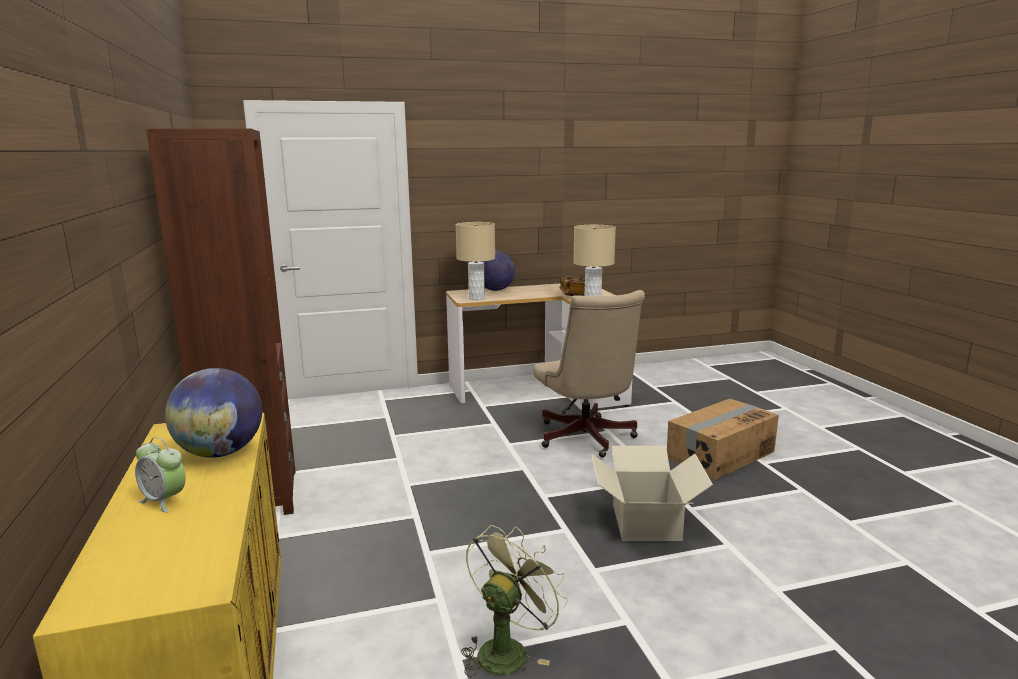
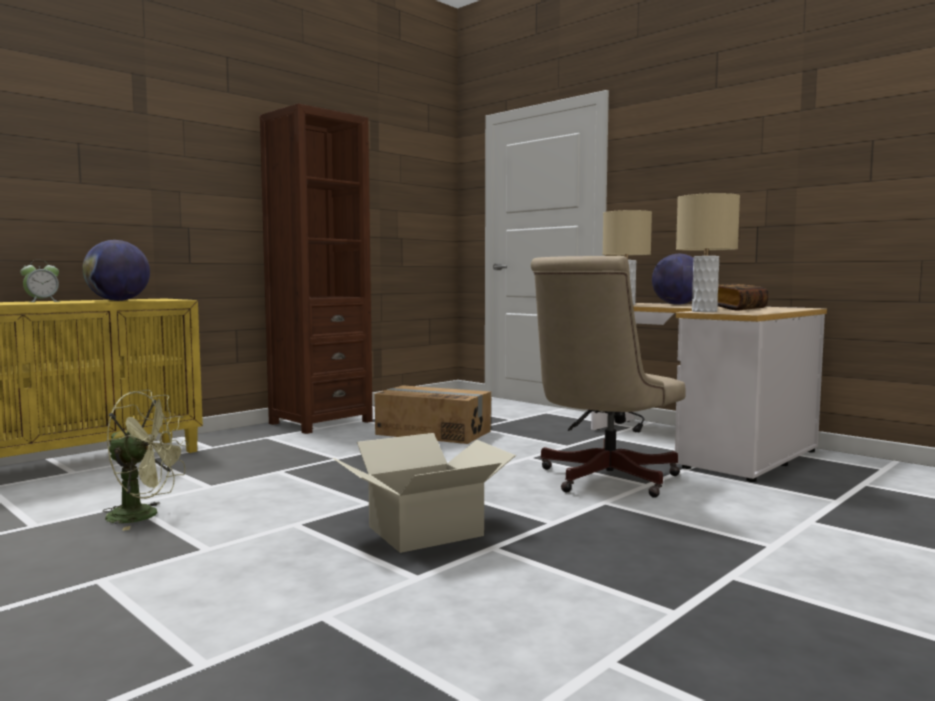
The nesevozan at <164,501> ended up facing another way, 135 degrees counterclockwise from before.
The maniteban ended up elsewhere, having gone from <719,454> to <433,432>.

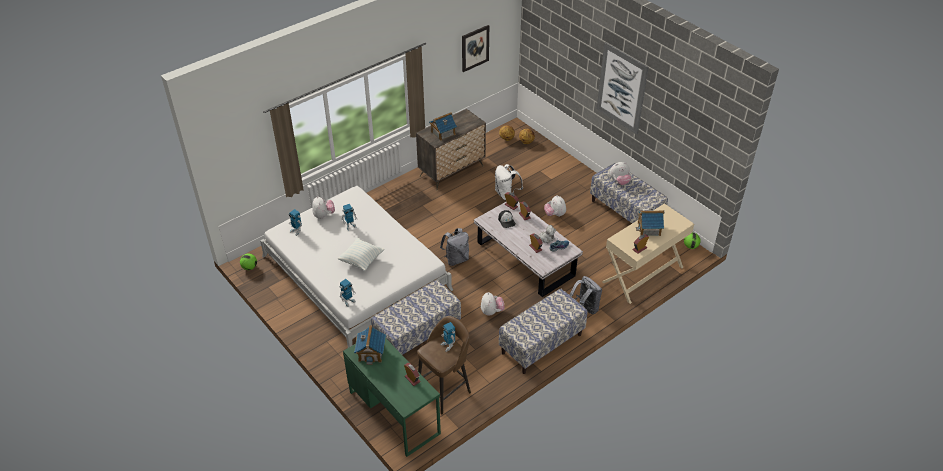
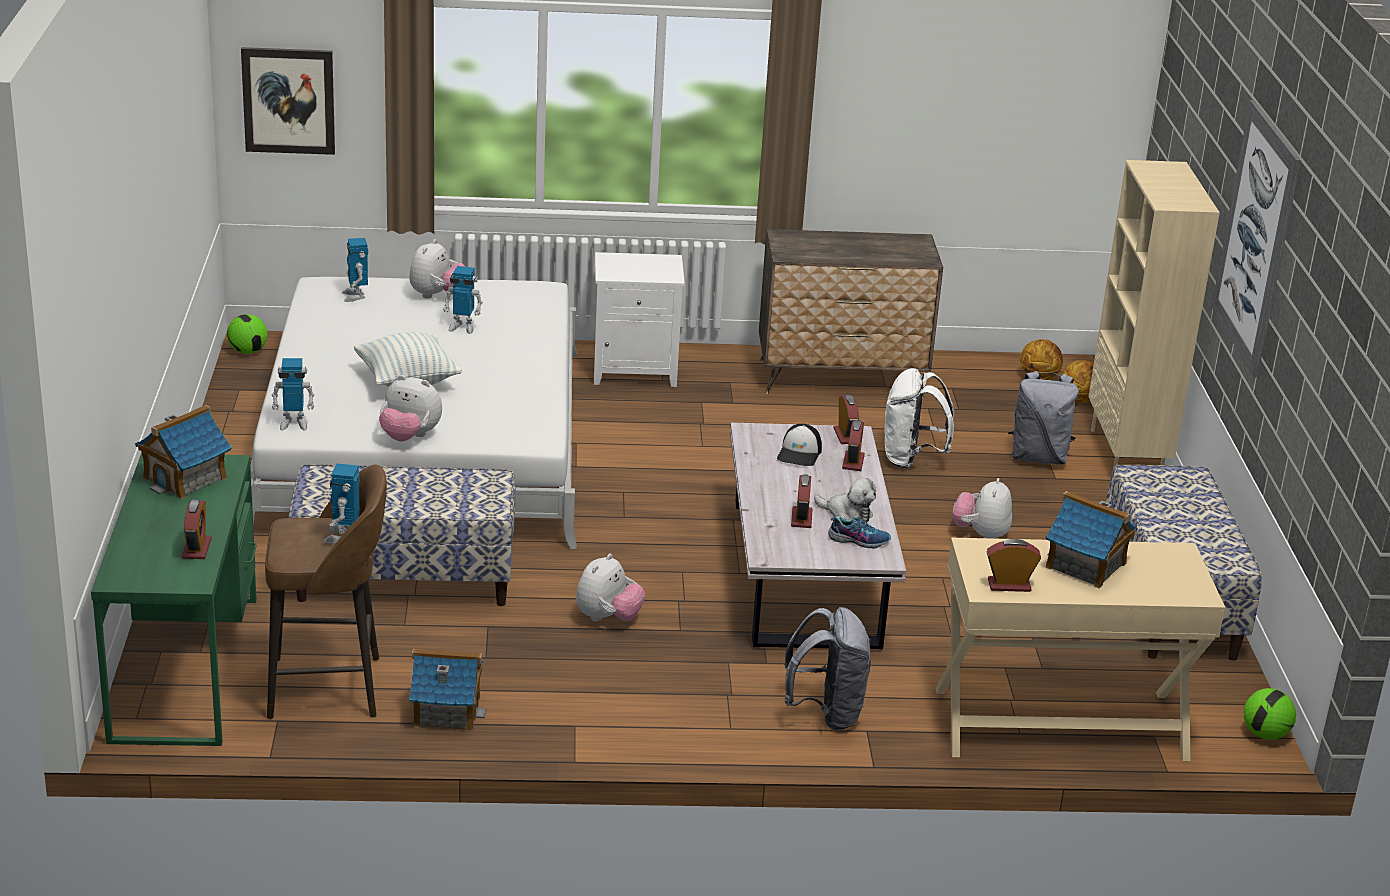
The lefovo ended up elsewhere, having gone from <443,133> to <446,711>.
The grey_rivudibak ended up elsewhere, having gone from <456,259> to <1038,457>.
The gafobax ended up elsewhere, having gone from <475,48> to <288,100>.
The second view lost the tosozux at <541,344>.
The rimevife ended up elsewhere, having gone from <619,181> to <409,437>.
The second view gained the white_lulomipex at <636,370>.
The second view gained the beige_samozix at <1127,455>.

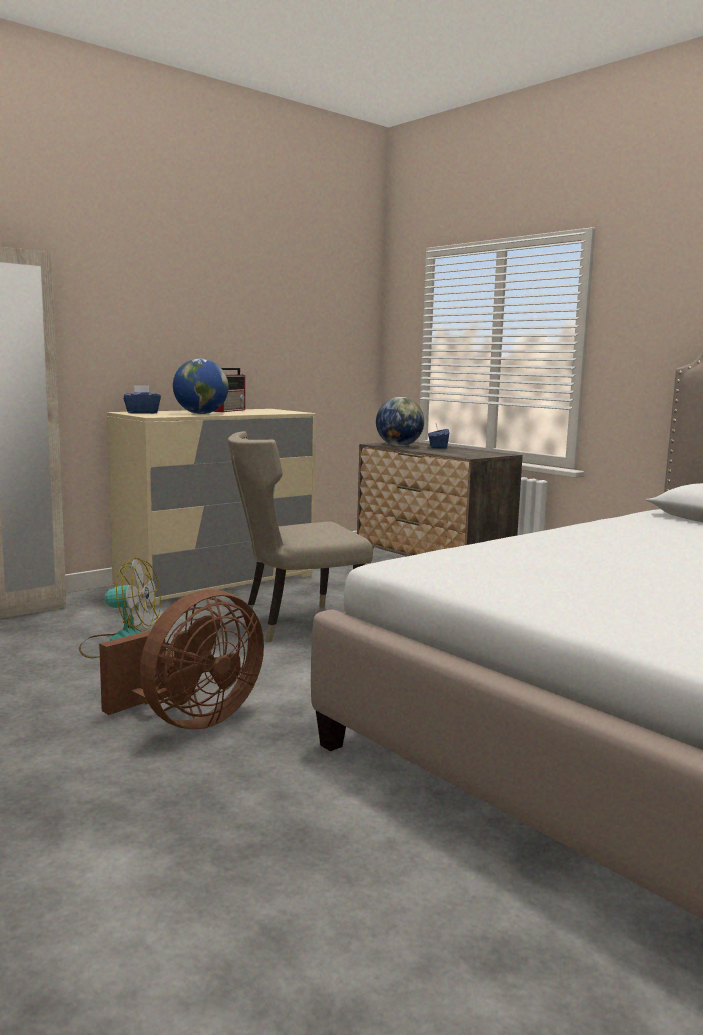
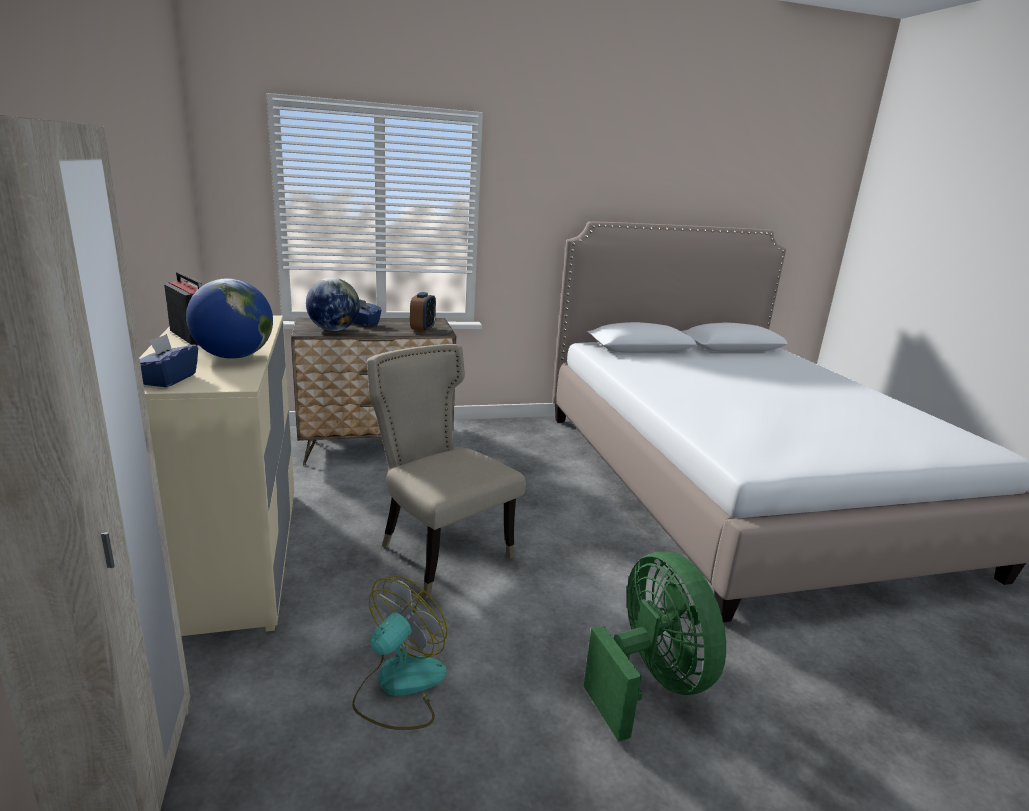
What was the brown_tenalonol at <190,720> turned into the green_tenalonol at <649,682>.
The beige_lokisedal at <295,625> ended up facing another way, 135 degrees clockwise from before.
The second view gained the nesevozan at <423,329>.

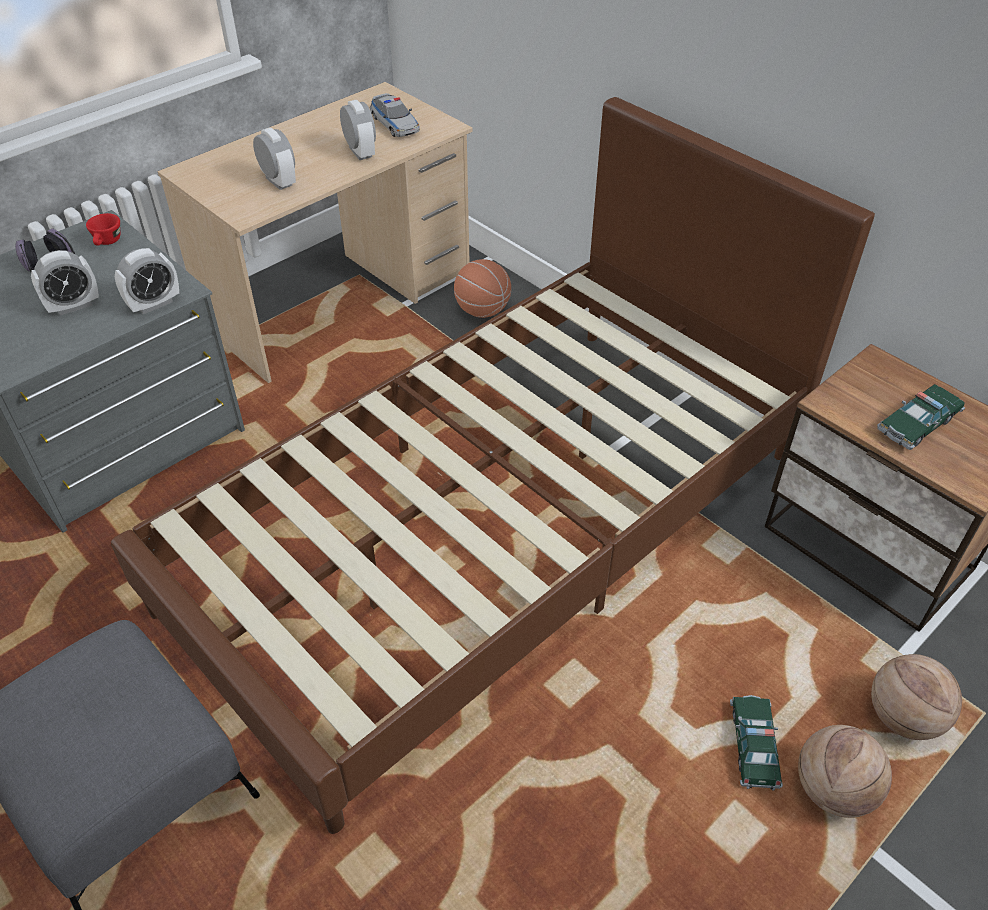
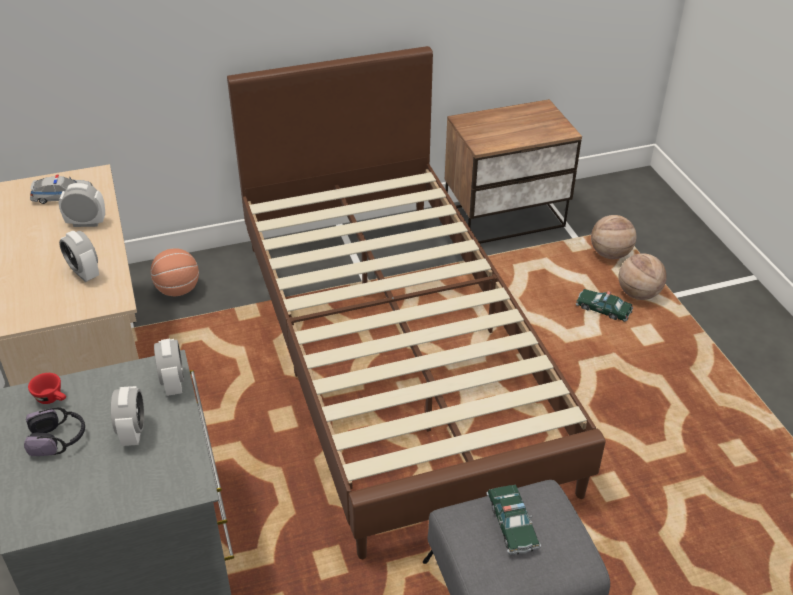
The nesevozan at <279,181> ended up facing another way, 120 degrees counterclockwise from before.
The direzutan ended up elsewhere, having gone from <918,424> to <512,524>.

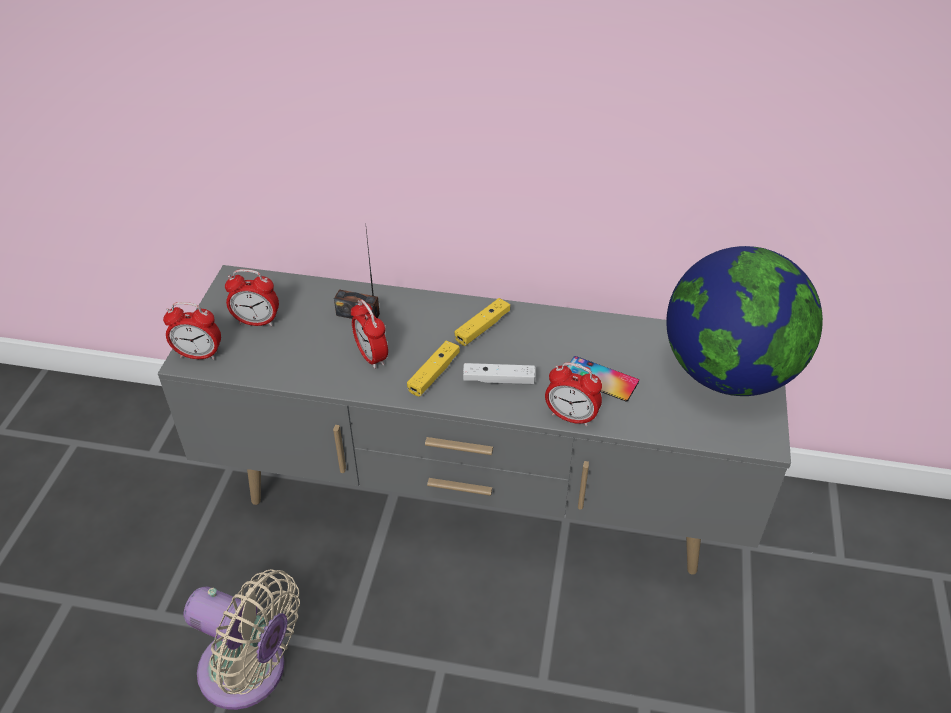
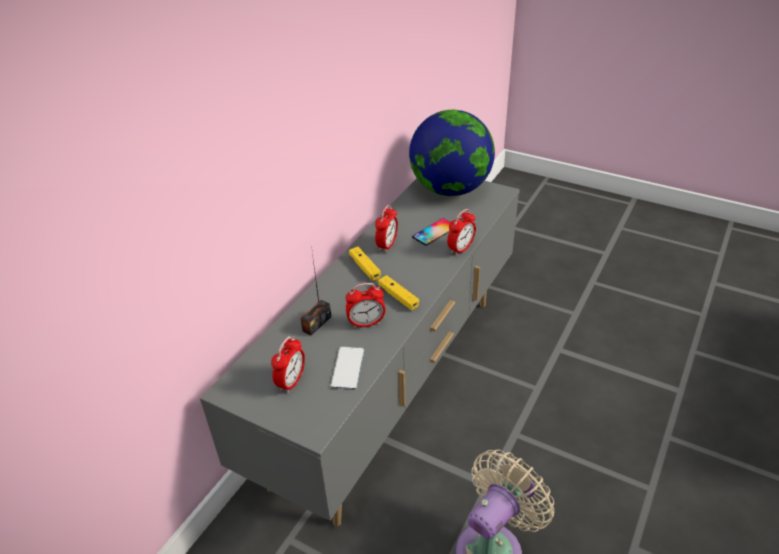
The nesevozan ended up elsewhere, having gone from <199,355> to <387,245>.
The second view lost the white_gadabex at <498,380>.
The second view gained the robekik at <347,368>.

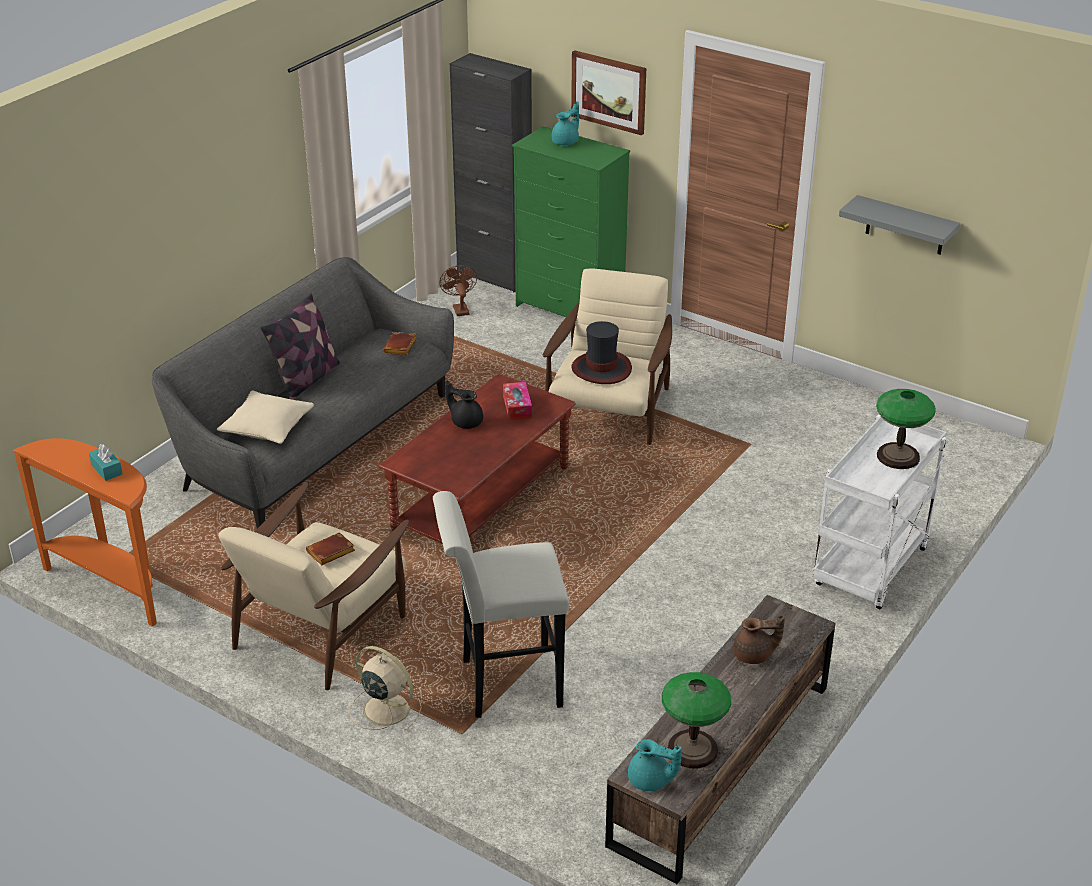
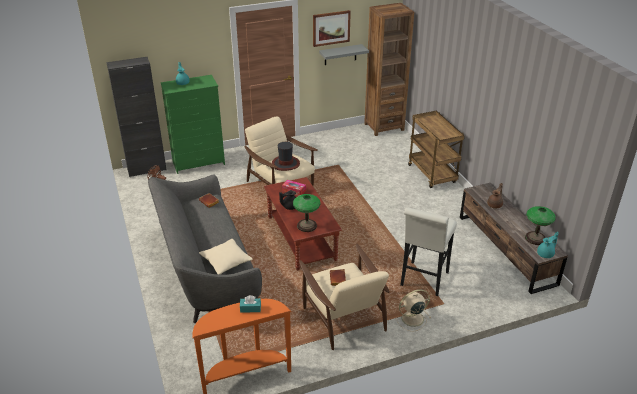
The second view lost the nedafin at <306,379>.
The gafobax ended up elsewhere, having gone from <609,92> to <331,28>.
What was the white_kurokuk at <870,570> turned into the brown_kurokuk at <432,174>.
The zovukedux ended up elsewhere, having gone from <898,456> to <307,225>.
The second view gained the brown_samozix at <384,127>.

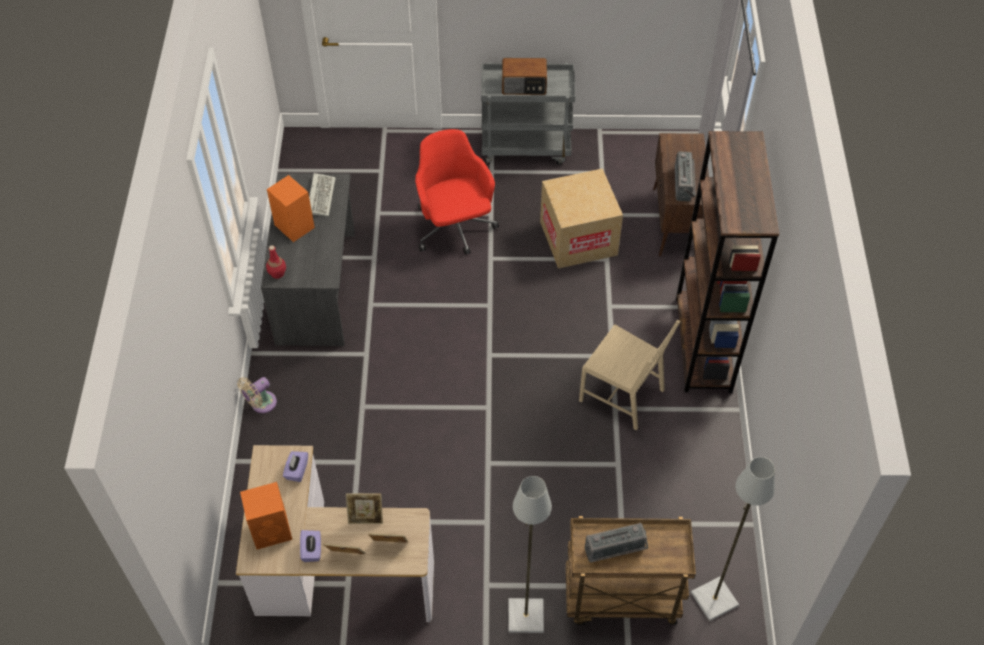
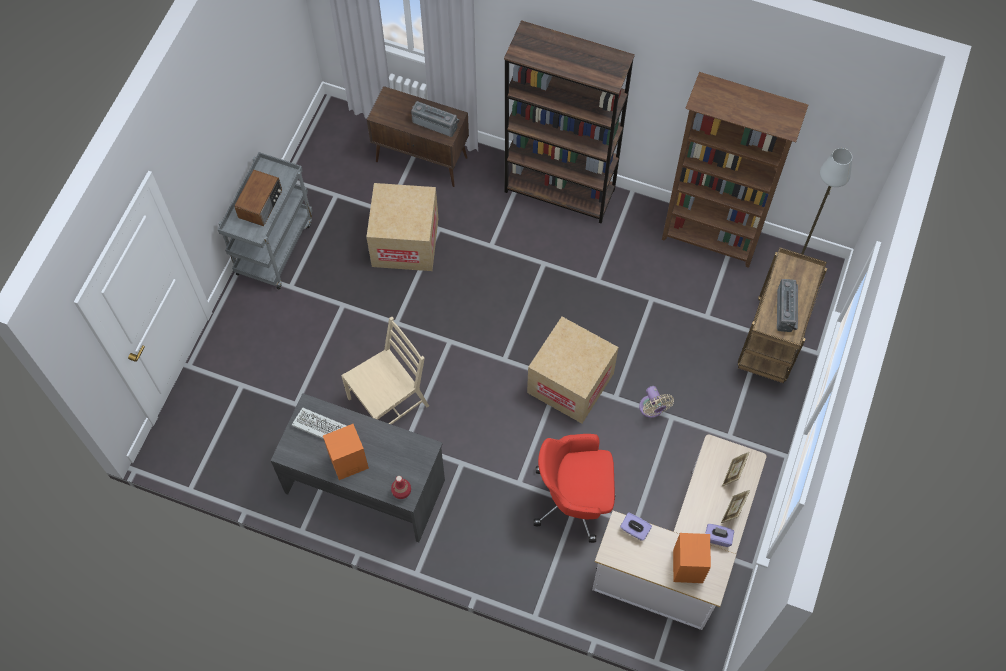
The beige_tenalonol ended up elsewhere, having gone from <261,404> to <652,409>.
The second view lost the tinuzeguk at <366,517>.
The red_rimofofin ended up elsewhere, having gone from <454,228> to <574,499>.
The second view lost the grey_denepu at <525,617>.
The beige_lokisedal ended up elsewhere, having gone from <623,394> to <389,402>.
The second view gained the maniteban at <570,383>.
The second view gained the brown_samozix at <711,239>.

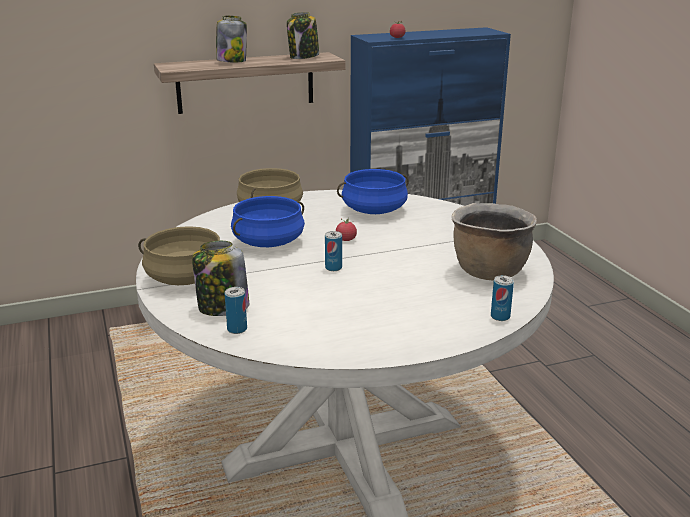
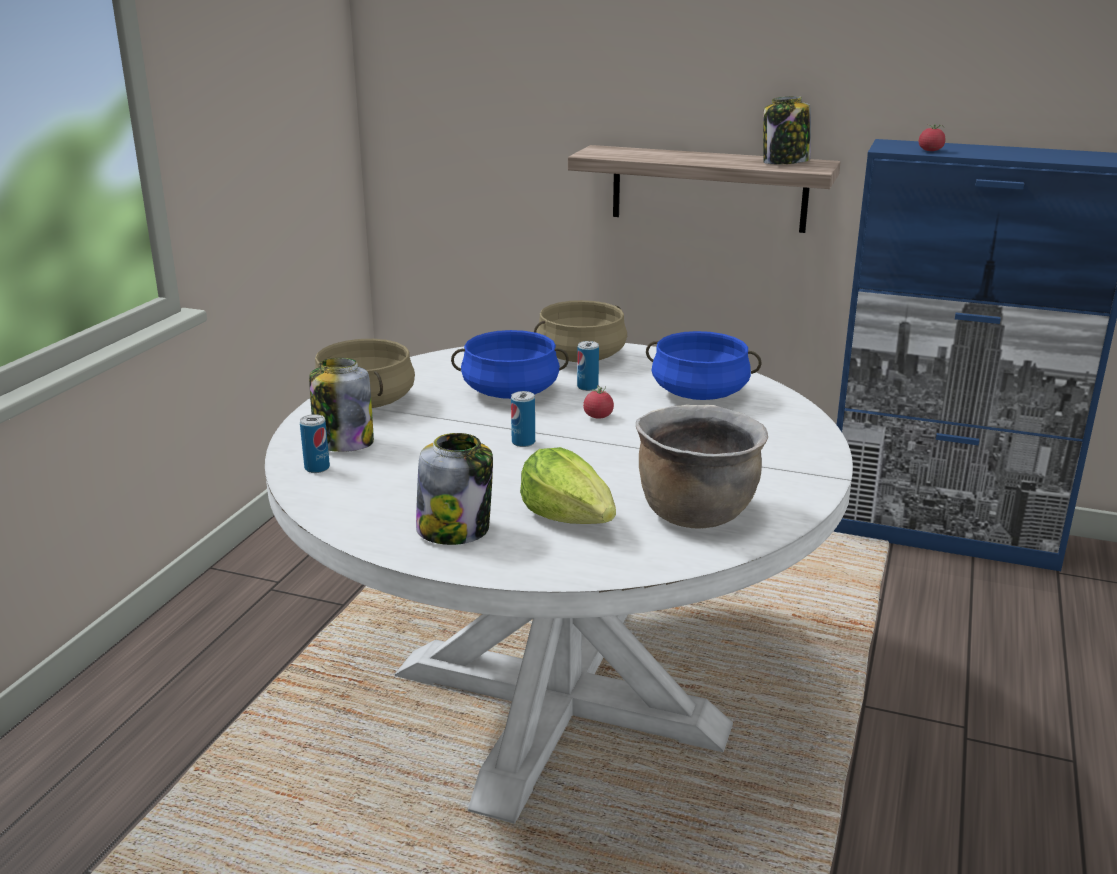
The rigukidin ended up elsewhere, having gone from <231,61> to <455,529>.
The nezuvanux ended up elsewhere, having gone from <500,316> to <587,387>.
The second view gained the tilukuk at <569,517>.

